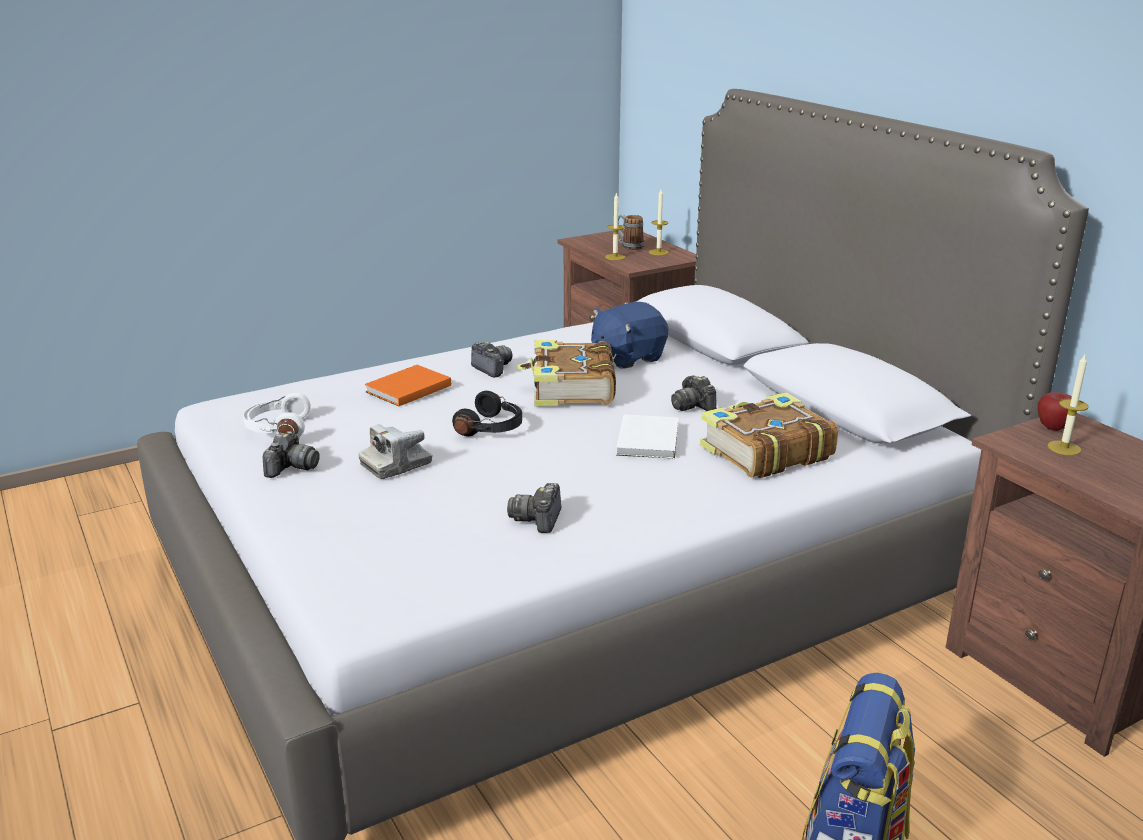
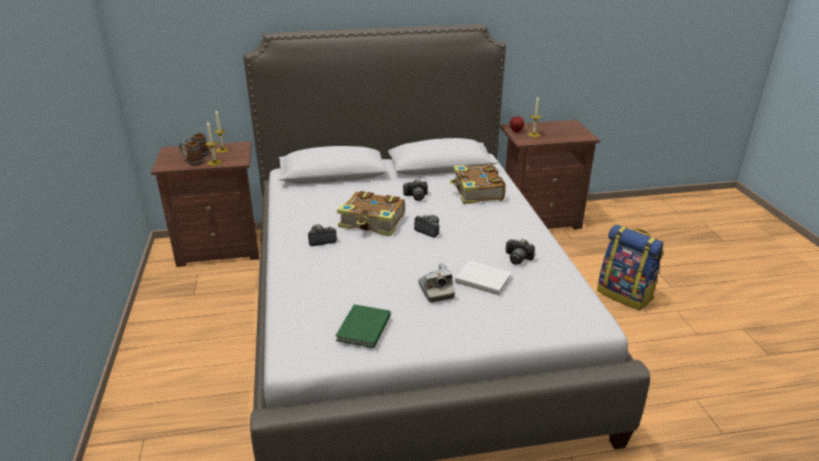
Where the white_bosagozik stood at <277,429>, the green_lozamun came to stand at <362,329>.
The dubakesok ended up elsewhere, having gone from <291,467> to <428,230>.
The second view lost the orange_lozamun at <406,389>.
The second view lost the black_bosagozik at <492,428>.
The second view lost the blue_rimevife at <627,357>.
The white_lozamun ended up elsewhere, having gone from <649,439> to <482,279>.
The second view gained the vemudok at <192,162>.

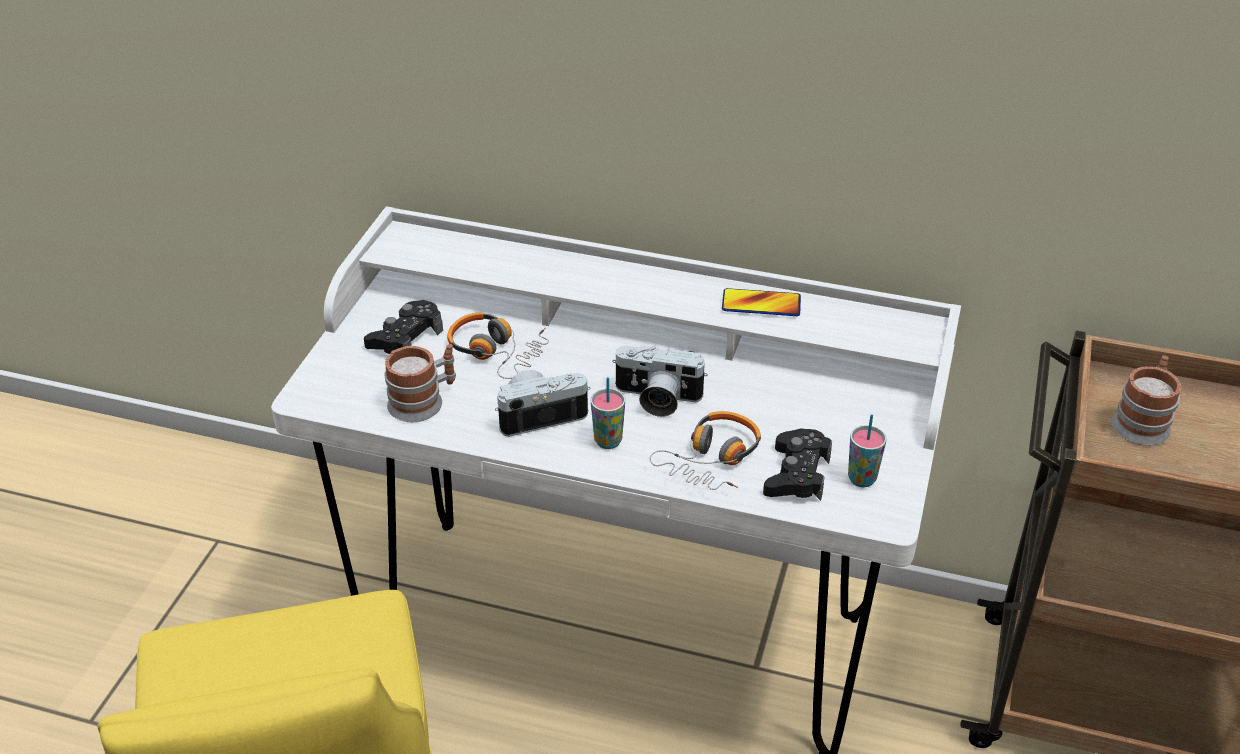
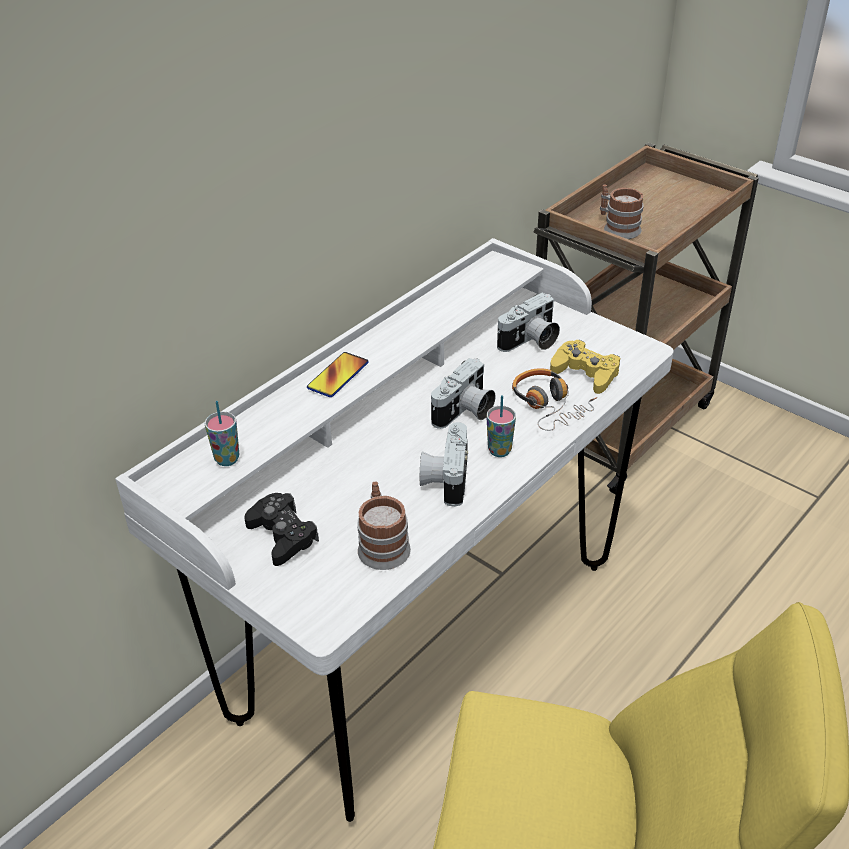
The second view lost the bosagozik at <496,352>.
The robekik ended up elsewhere, having gone from <761,304> to <338,376>.
What was the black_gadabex at <797,474> turned into the yellow_gadabex at <585,373>.
The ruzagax ended up elsewhere, having gone from <861,479> to <227,459>.
The second view gained the dubakesok at <530,341>.

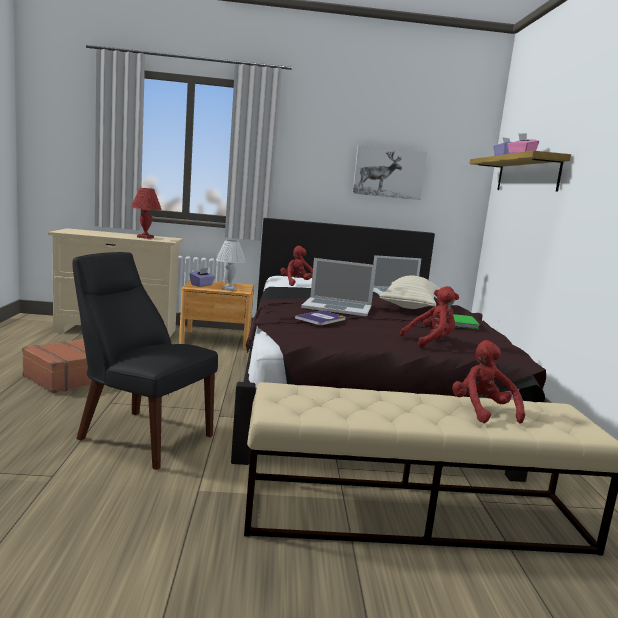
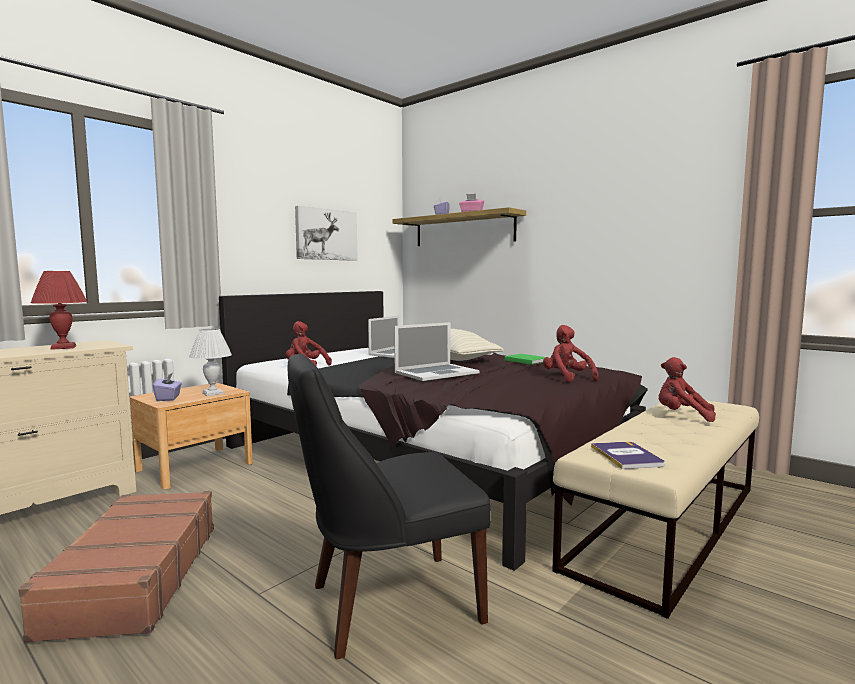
The lozamun ended up elsewhere, having gone from <321,319> to <626,456>.
The red_rimevife at <431,342> ended up facing another way, 45 degrees counterclockwise from before.

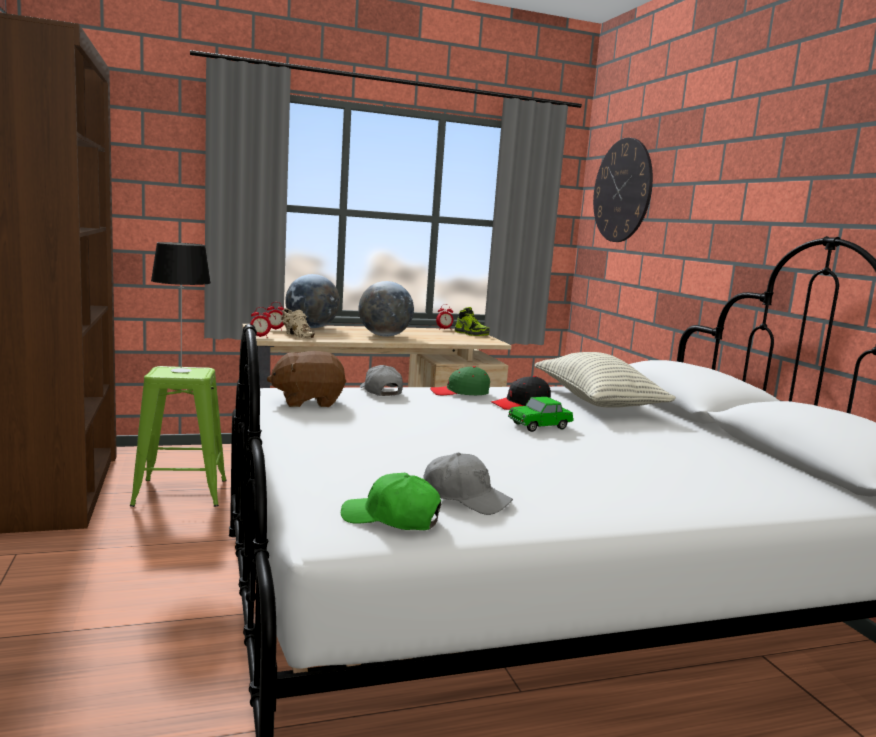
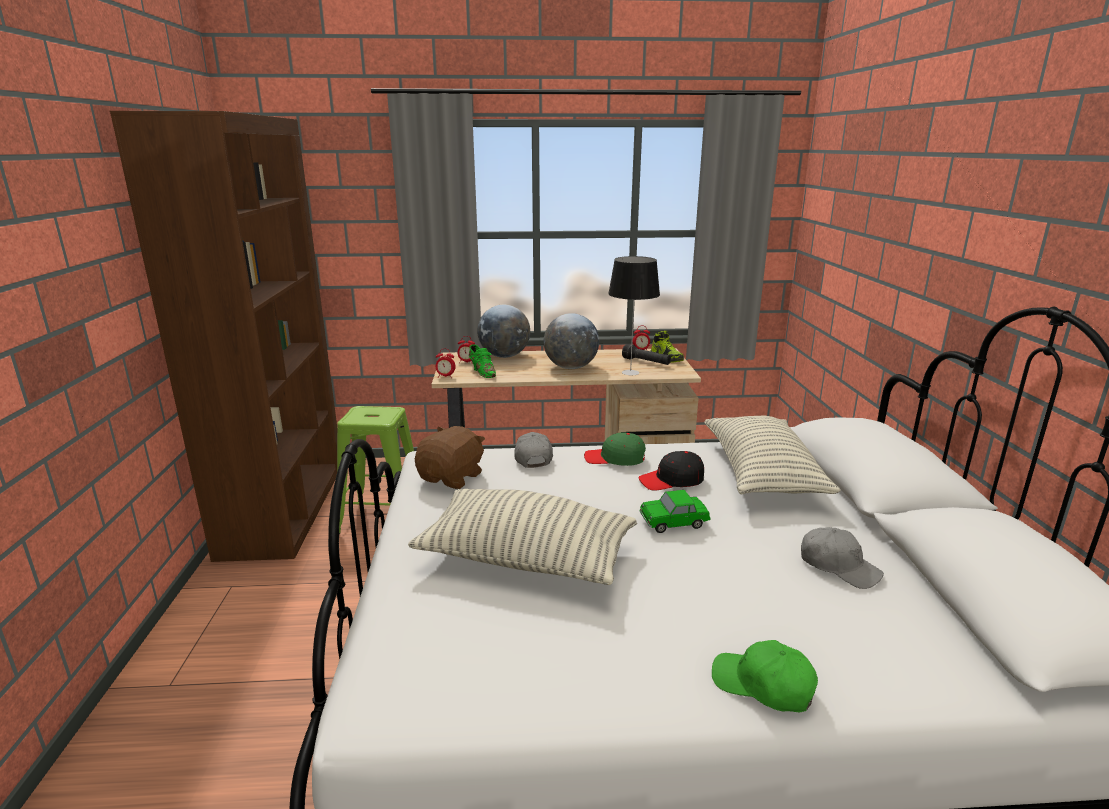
The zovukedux ended up elsewhere, having gone from <181,370> to <630,373>.
The brown_rimevife at <308,402> ended up facing another way, 120 degrees clockwise from before.
What was the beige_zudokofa at <297,335> turned into the green_zudokofa at <482,372>.
The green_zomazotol ended up elsewhere, having gone from <391,519> to <763,685>.
The grey_zomazotol ended up elsewhere, having gone from <465,498> to <838,566>.
The second view lost the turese at <622,190>.
The second view gained the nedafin at <525,558>.
The second view gained the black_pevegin at <646,362>.

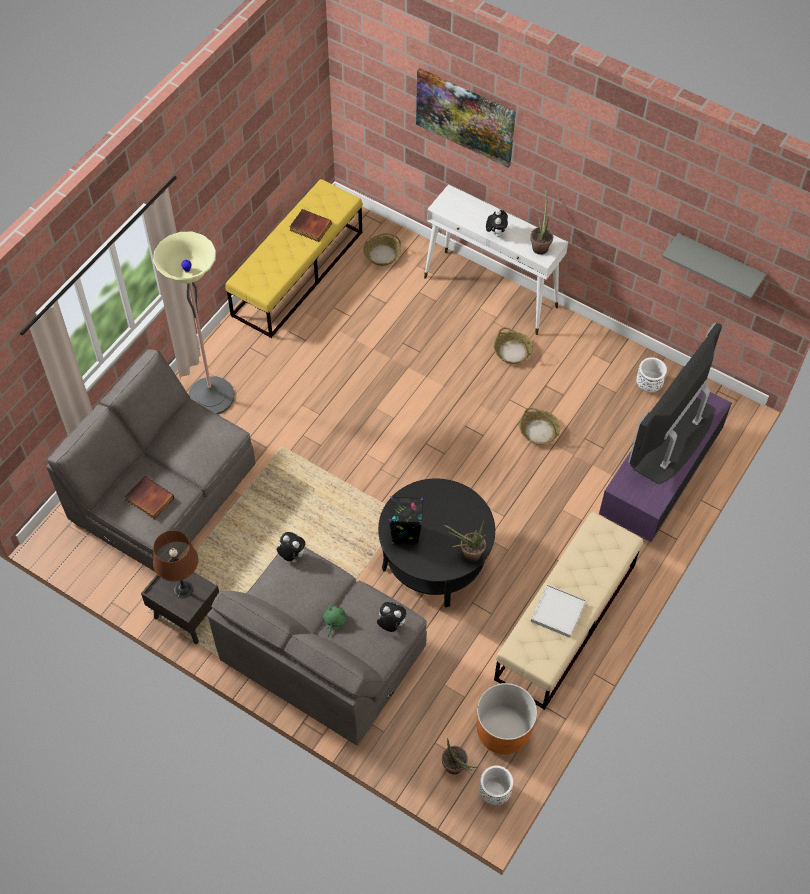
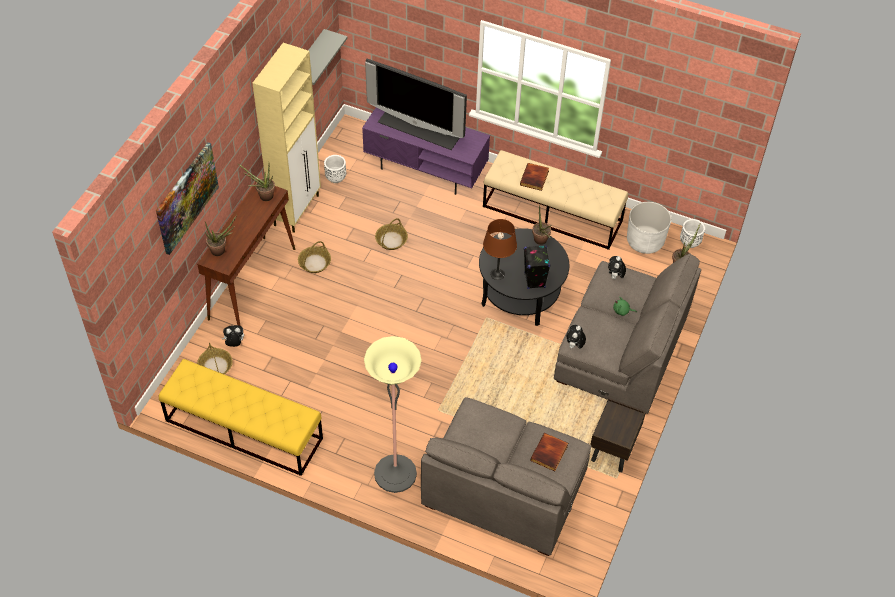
The brown_zovukedux ended up elsewhere, having gone from <183,589> to <497,274>.
The lozamun ended up elsewhere, having gone from <310,227> to <535,178>.
What was the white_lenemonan at <491,292> turned into the brown_lenemonan at <252,283>.
What was the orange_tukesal at <503,730> turned into the white_tukesal at <645,241>.
The rimevife ended up elsewhere, having gone from <496,233> to <234,343>.
The second view lost the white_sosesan at <557,612>.
The second view gained the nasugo at <221,250>.
The second view gained the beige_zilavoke at <297,210>.

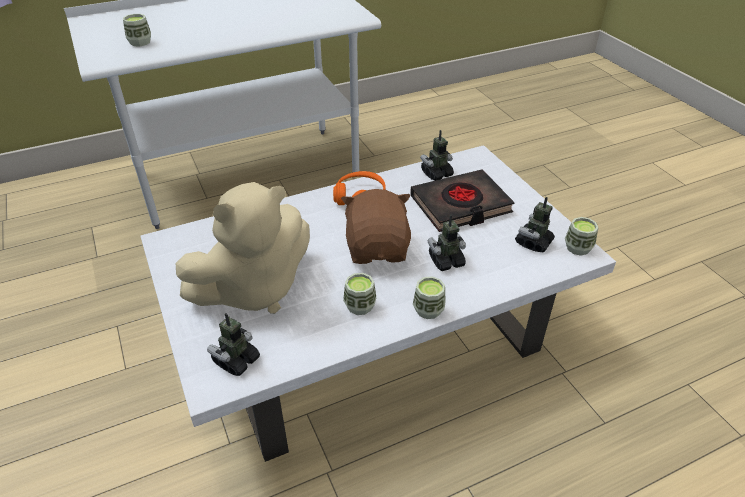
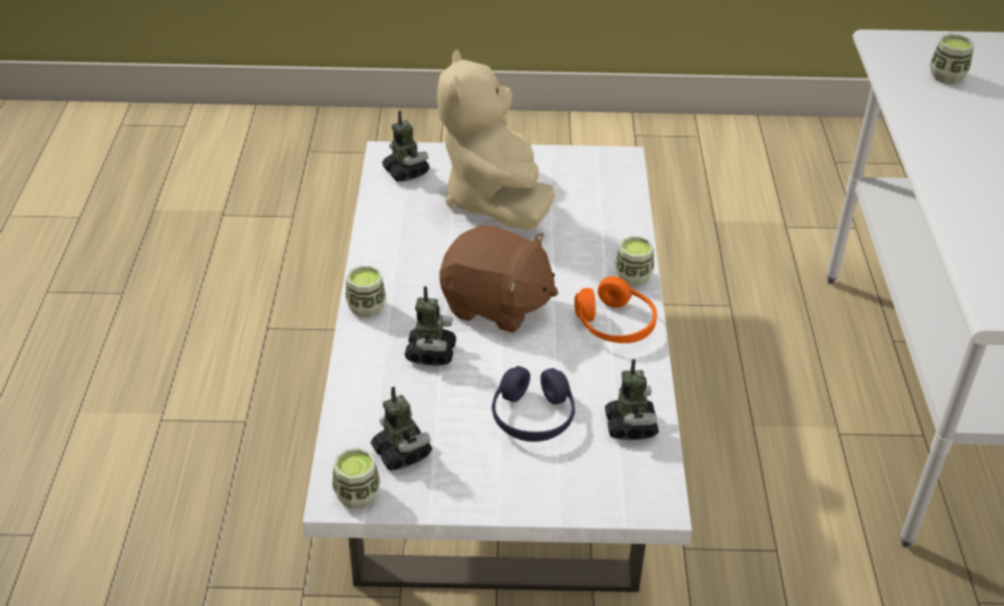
The ruzagax ended up elsewhere, having gone from <360,306> to <633,277>.
Where the black_lozamun stood at <460,205>, the purple_bosagozik came to stand at <533,417>.

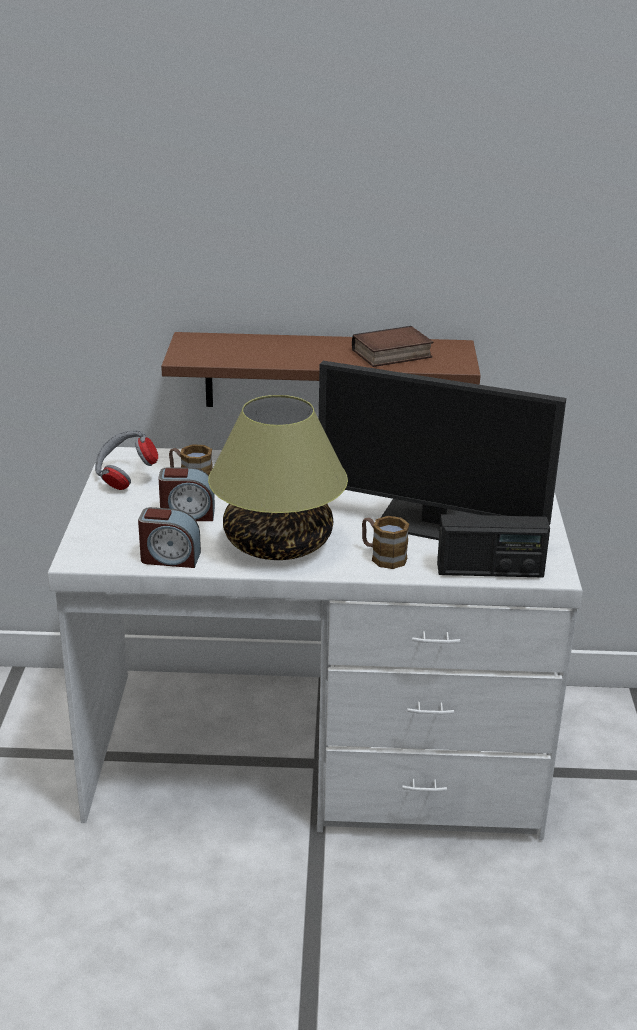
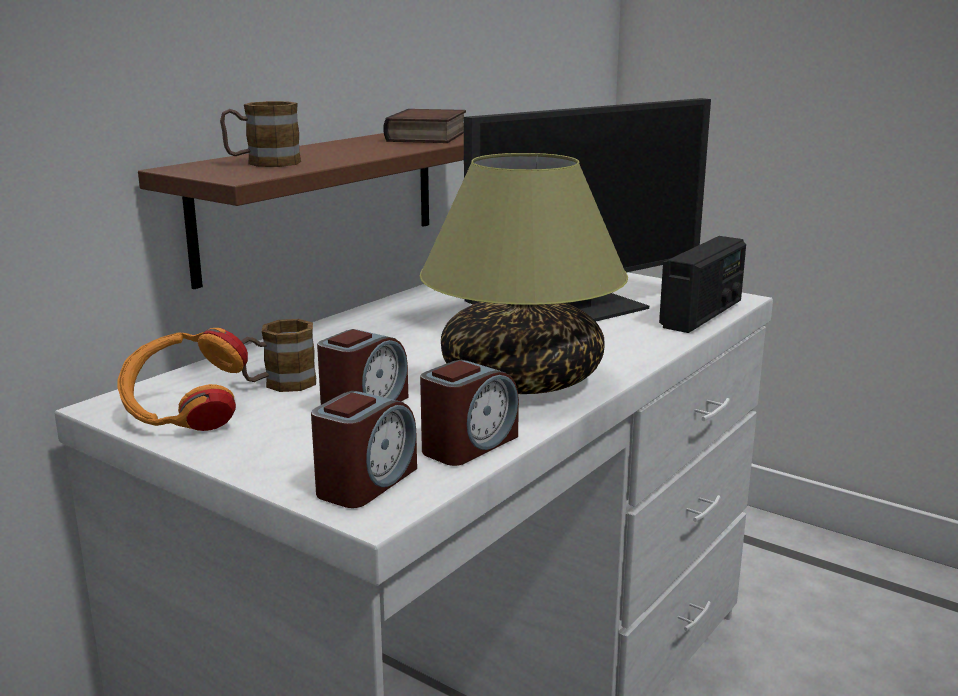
What was the grey_bosagozik at <125,478> turned into the orange_bosagozik at <185,418>.
The vemudok ended up elsewhere, having gone from <382,556> to <263,163>.
The second view gained the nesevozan at <366,482>.

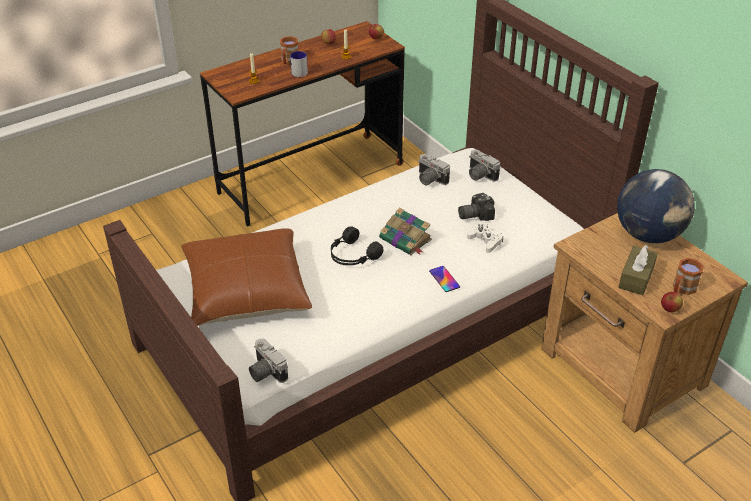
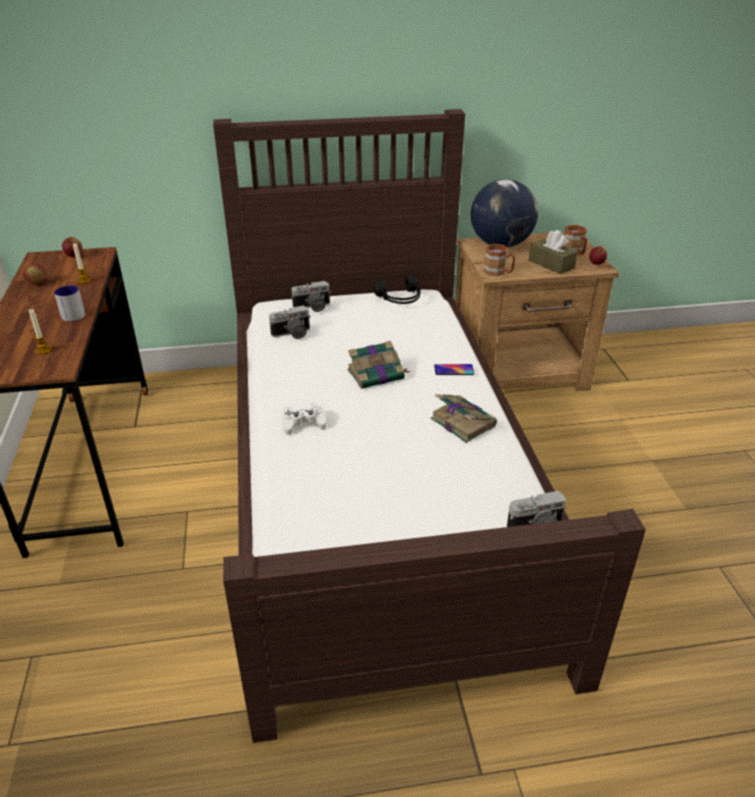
The second view lost the brown_nedafin at <246,291>.
The brown_vemudok ended up elsewhere, having gone from <288,61> to <498,272>.
The black_bosagozik ended up elsewhere, having gone from <352,256> to <400,299>.
The second view lost the dubakesok at <474,214>.
The white_gadabex ended up elsewhere, having gone from <485,241> to <303,423>.
The second view gained the lozamun at <462,421>.

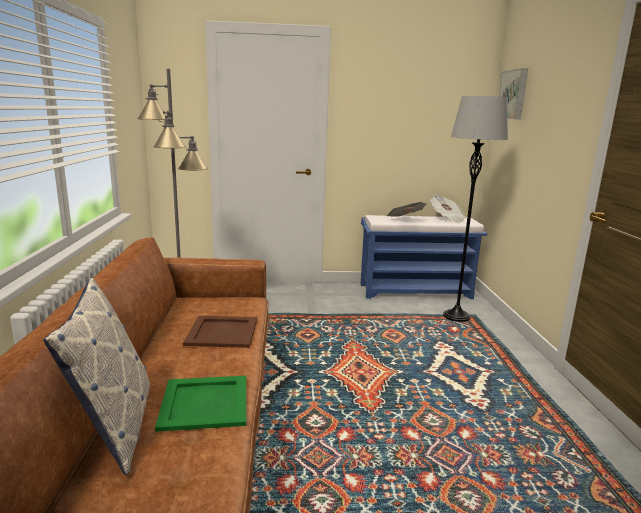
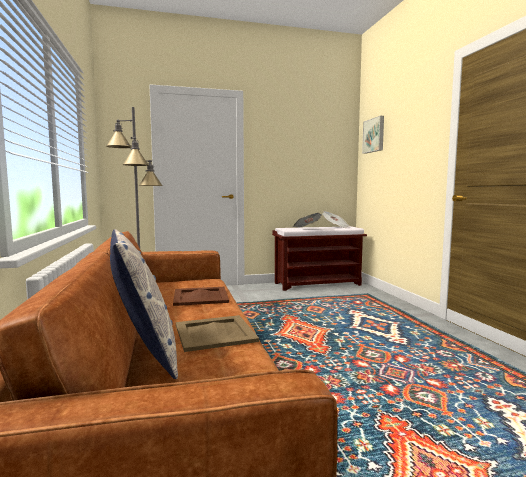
What was the green_sosesan at <205,402> turned into the beige_sosesan at <215,332>.
What was the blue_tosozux at <416,291> turned into the brown_tosozux at <318,284>.
The second view lost the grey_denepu at <456,317>.

